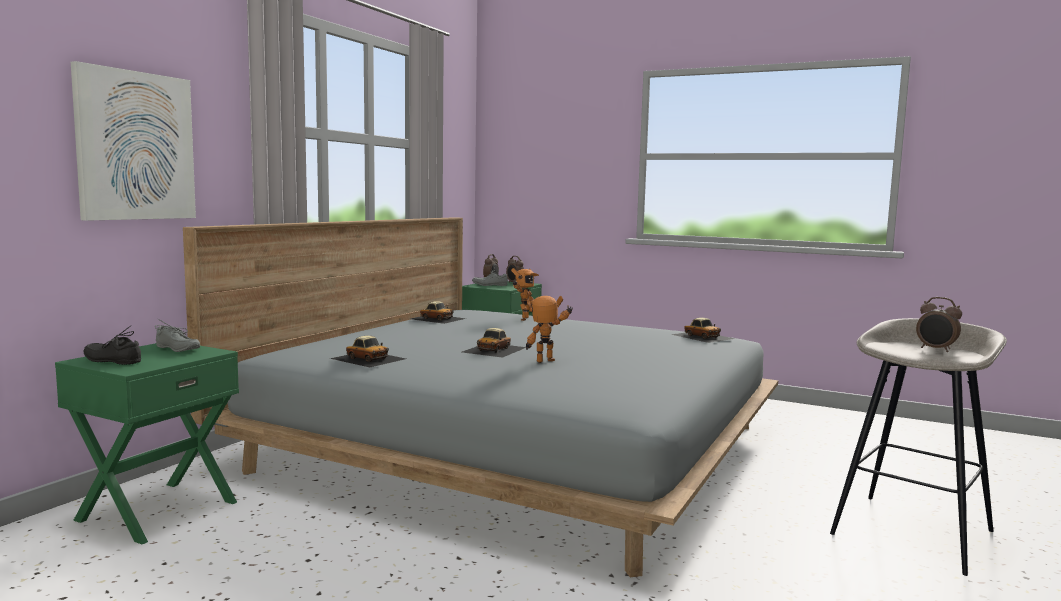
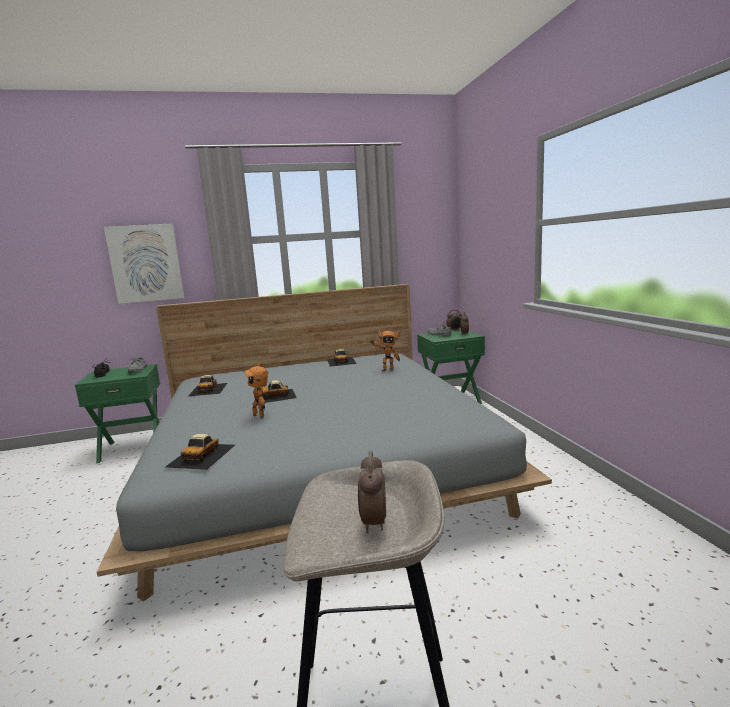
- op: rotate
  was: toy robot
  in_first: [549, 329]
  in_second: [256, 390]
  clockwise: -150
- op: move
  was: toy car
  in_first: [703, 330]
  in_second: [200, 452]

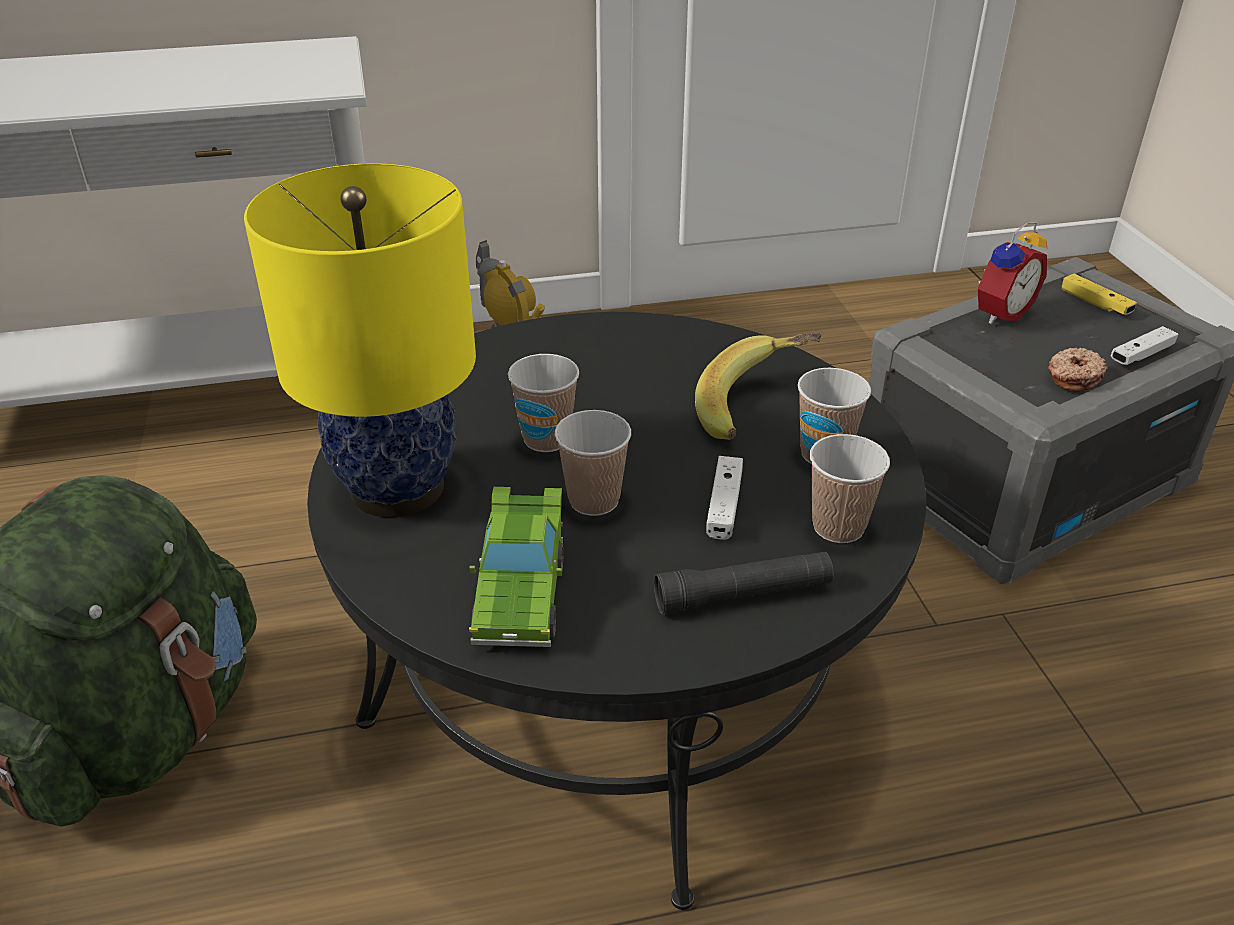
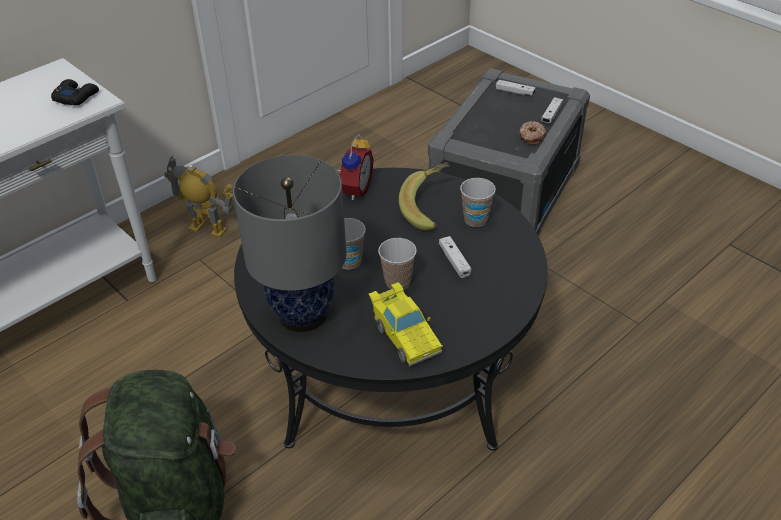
- op: recolor
  was: yellow table lamp
  now: grey table lamp
  in_first: [360, 340]
  in_second: [290, 243]
- op: recolor
  was: green toy car
  now: yellow toy car
  in_first: [516, 567]
  in_second: [406, 324]
- op: delete
  was: black flashlight
  in_first: [743, 583]
- op: delete
  was: cup
  in_first: [850, 488]
- op: move
  was: alarm clock
  in_first: [1012, 273]
  in_second: [355, 167]
- op: recolor
  was: yellow game controller
  now: white game controller
  in_first: [1099, 294]
  in_second: [515, 87]
- op: insert
  now: black game controller
  in_second: [75, 92]

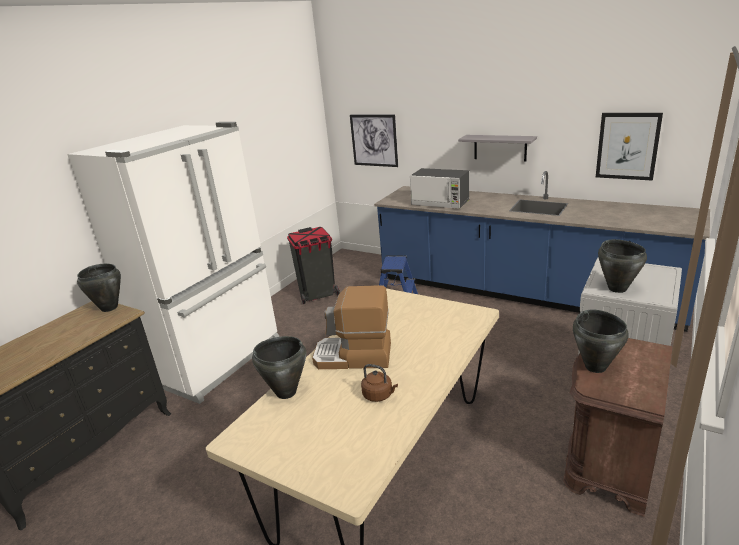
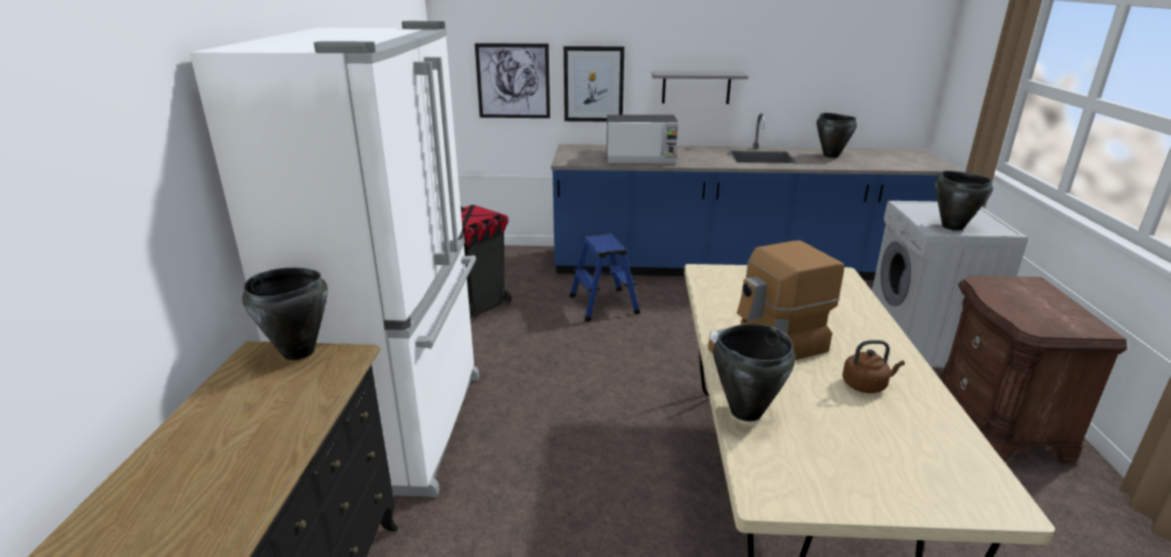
- op: move
  was: black cooking pot
  in_first: [601, 341]
  in_second: [837, 135]
- op: move
  was: picture
  in_first: [629, 147]
  in_second: [594, 84]

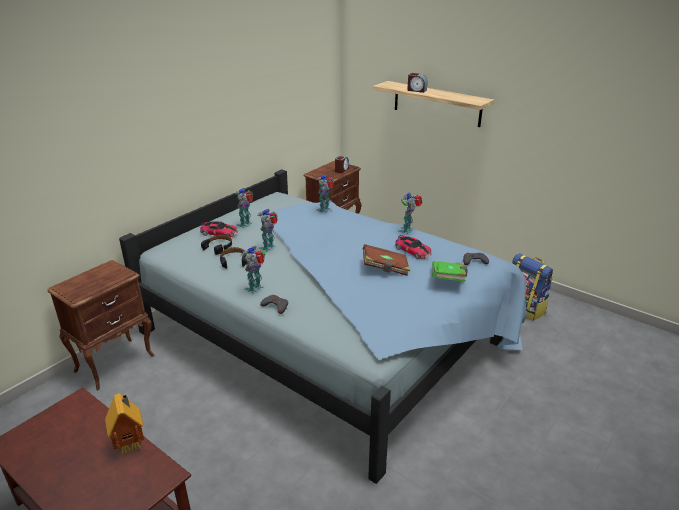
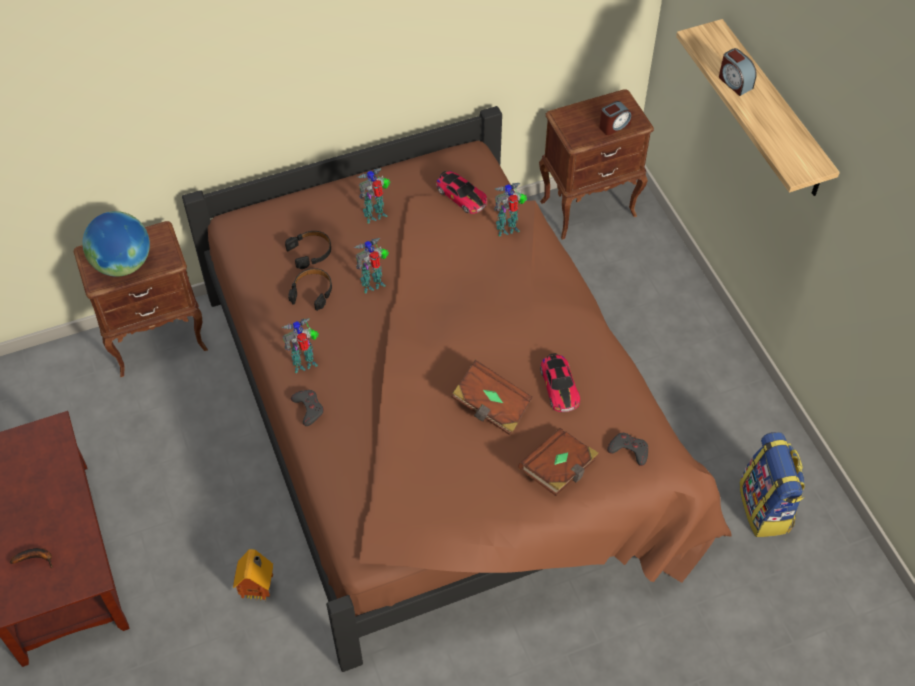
- op: move
  was: toy house
  in_first: [124, 424]
  in_second: [253, 575]
- op: recolor
  was: blue bed
  now: brown bed
  in_first: [323, 326]
  in_second: [457, 389]
- op: move
  was: toy car
  in_first: [218, 229]
  in_second: [461, 192]
- op: delete
  was: toy robot
  in_first: [410, 214]
- op: recolor
  was: green book
  now: brown book
  in_first: [450, 271]
  in_second: [558, 462]
- op: insert
  now: banana
  in_second: [31, 558]
- op: insert
  now: globe
  in_second: [116, 244]

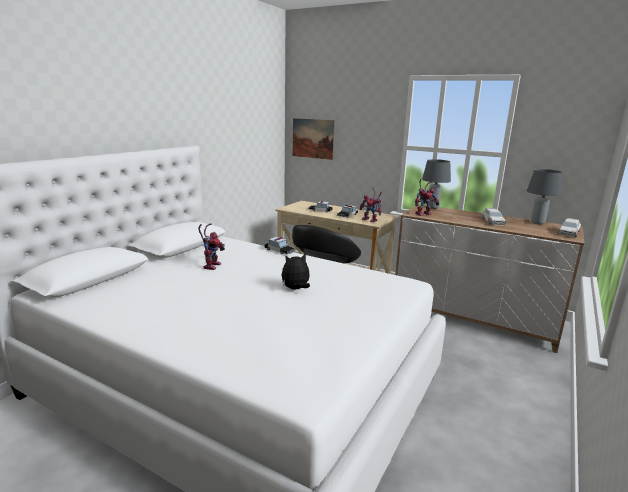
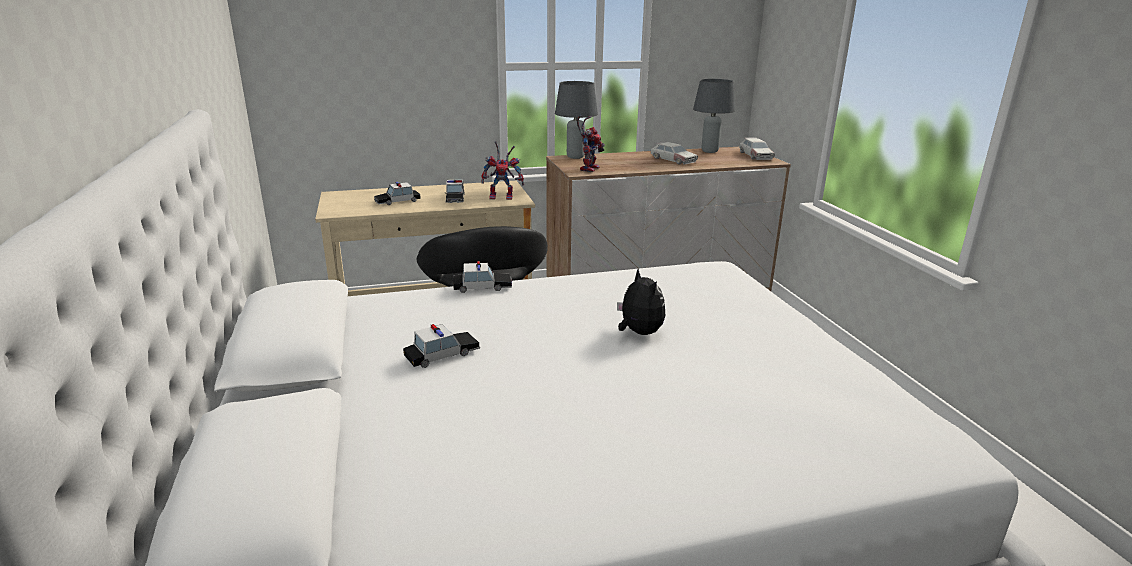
- op: replace
  was: toy robot
  now: toy car
  in_first: [211, 246]
  in_second: [441, 346]
- op: rotate
  was: plush toy
  in_first: [296, 271]
  in_second: [641, 302]
  clockwise: 135
- op: delete
  was: picture
  in_first: [314, 139]

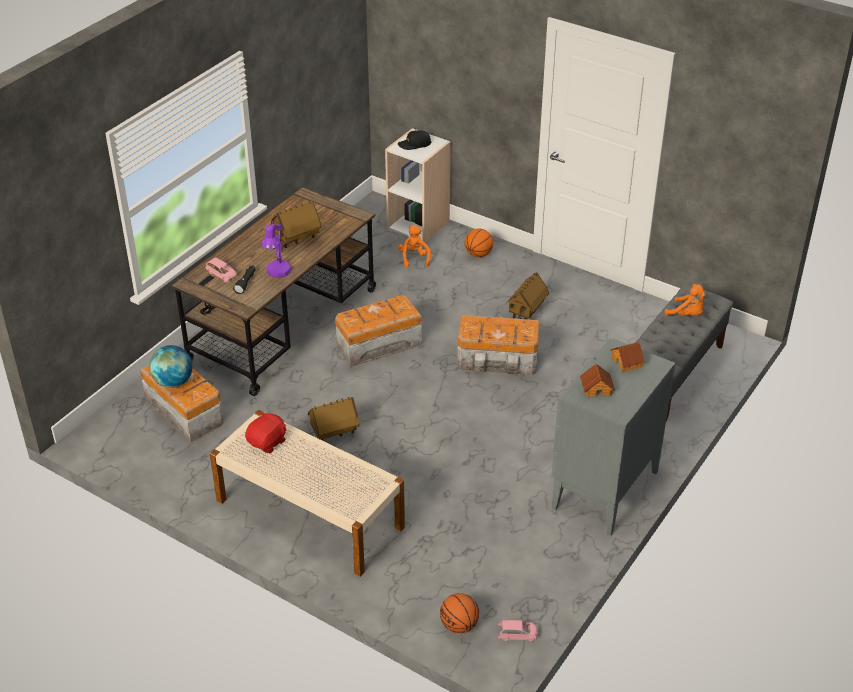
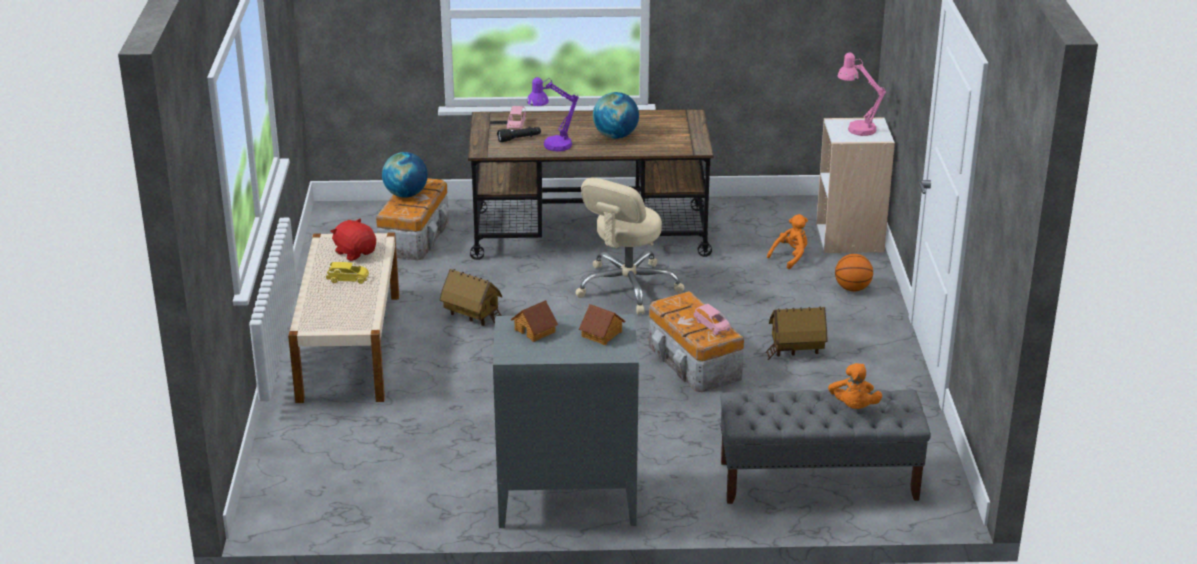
- op: rotate
  was: red plush toy
  in_first: [265, 432]
  in_second: [353, 240]
  clockwise: -135
- op: replace
  was: toy house
  now: globe
  in_first: [296, 226]
  in_second: [616, 115]
- op: replace
  was: storage box
  now: beige office chair
  in_first: [378, 331]
  in_second: [630, 245]
- op: replace
  was: black cap
  now: pink table lamp
  in_first: [414, 140]
  in_second: [861, 94]
- op: delete
  was: basketball
  in_first: [459, 613]
- op: move
  was: pink toy car
  in_first: [518, 630]
  in_second: [712, 319]
- op: insert
  now: yellow toy car
  in_second: [347, 273]

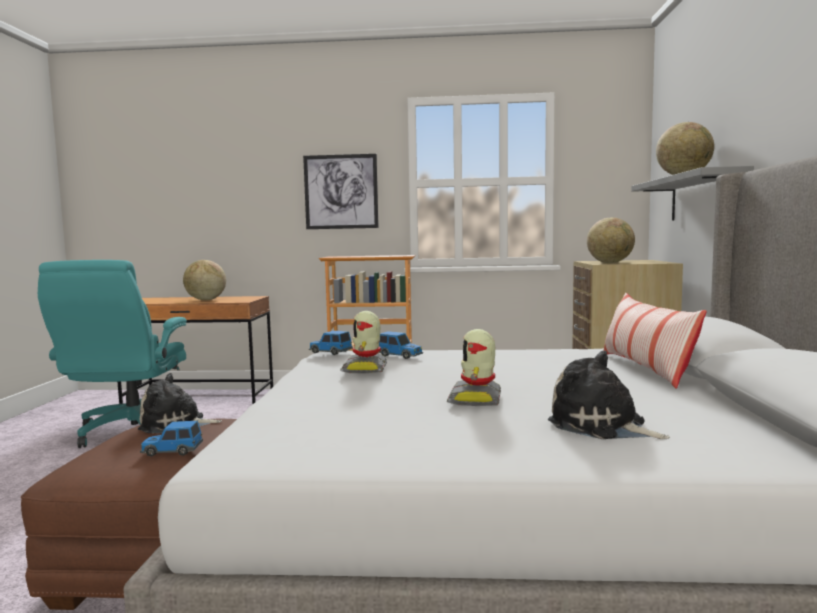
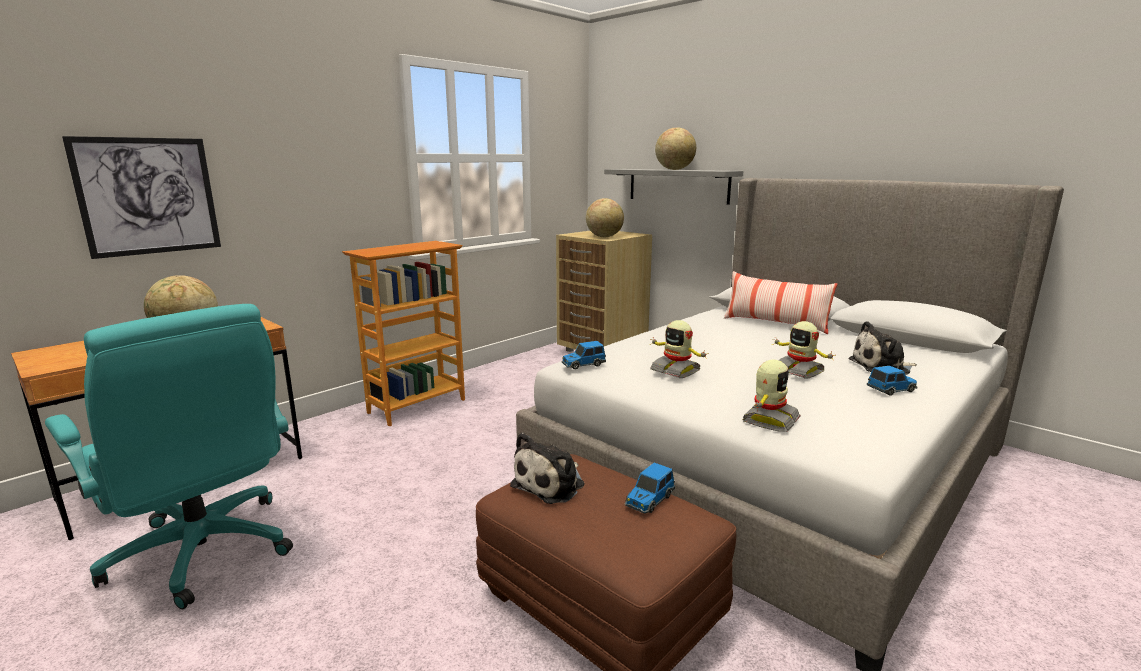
- op: move
  was: picture
  in_first: [340, 191]
  in_second: [141, 197]
- op: move
  was: toy car
  in_first: [401, 345]
  in_second: [892, 381]
- op: insert
  now: toy robot
  in_second: [772, 395]

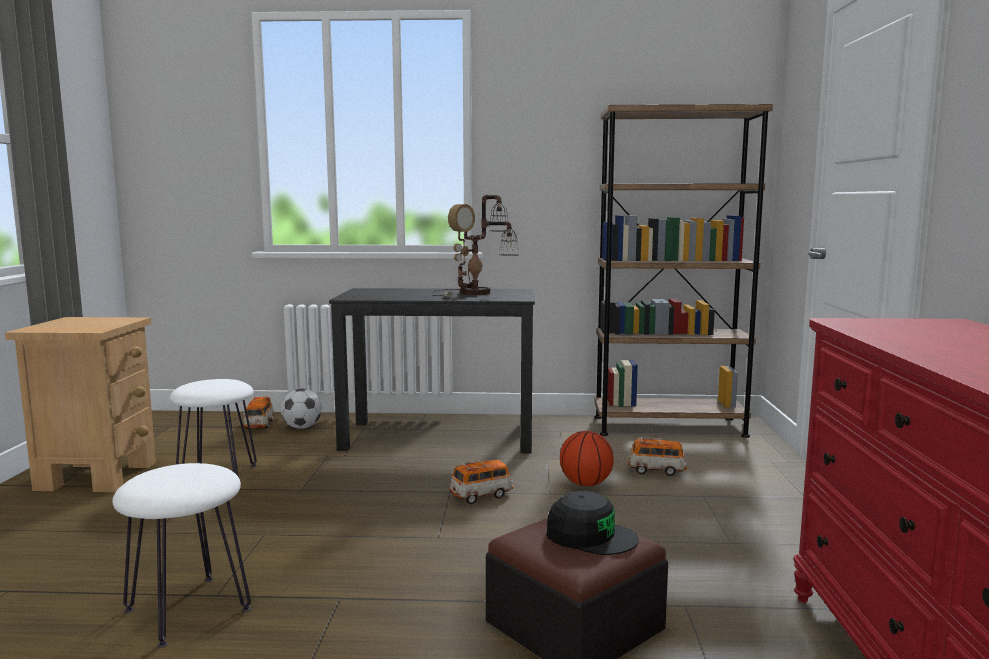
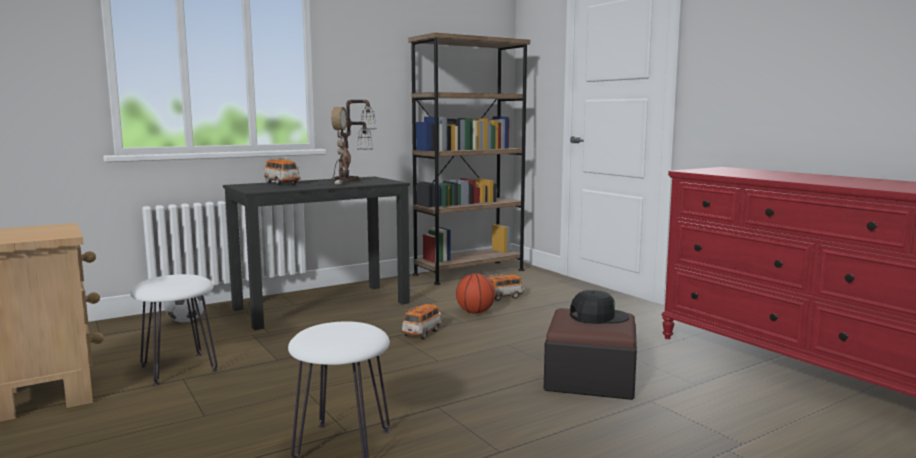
- op: move
  was: toy car
  in_first: [258, 412]
  in_second: [282, 171]

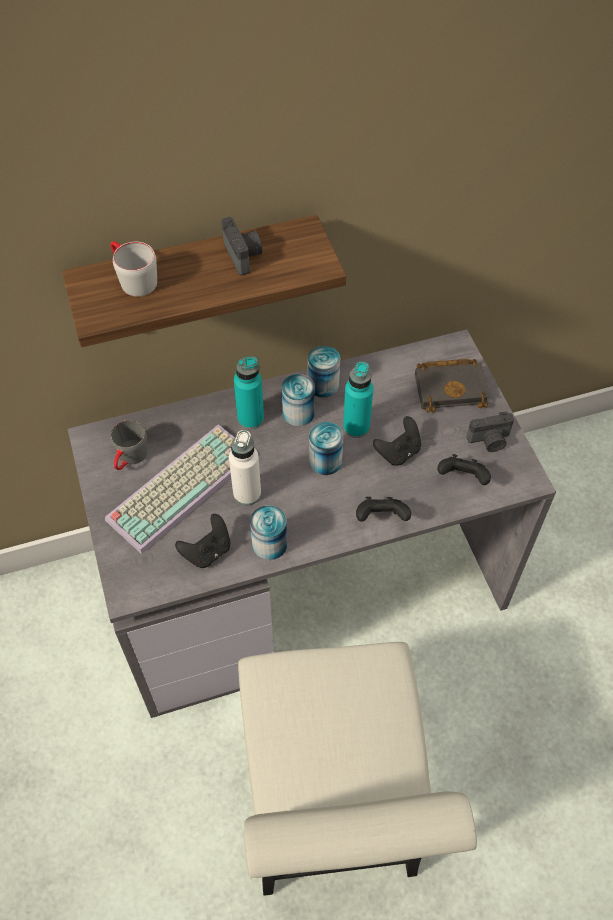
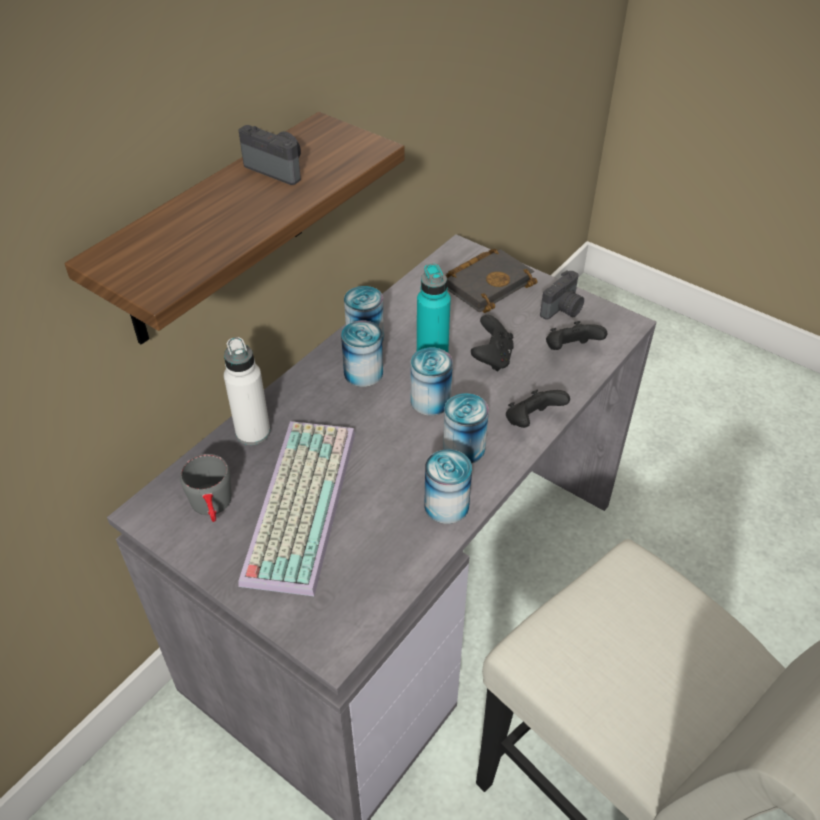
- op: delete
  was: grey mug
  in_first: [134, 269]
- op: delete
  was: black game controller
  in_first: [202, 541]
- op: move
  was: white bottle
  in_first: [245, 468]
  in_second: [247, 391]
- op: delete
  was: turquoise bottle
  in_first: [249, 393]
- op: insert
  now: can
  in_second: [466, 428]

